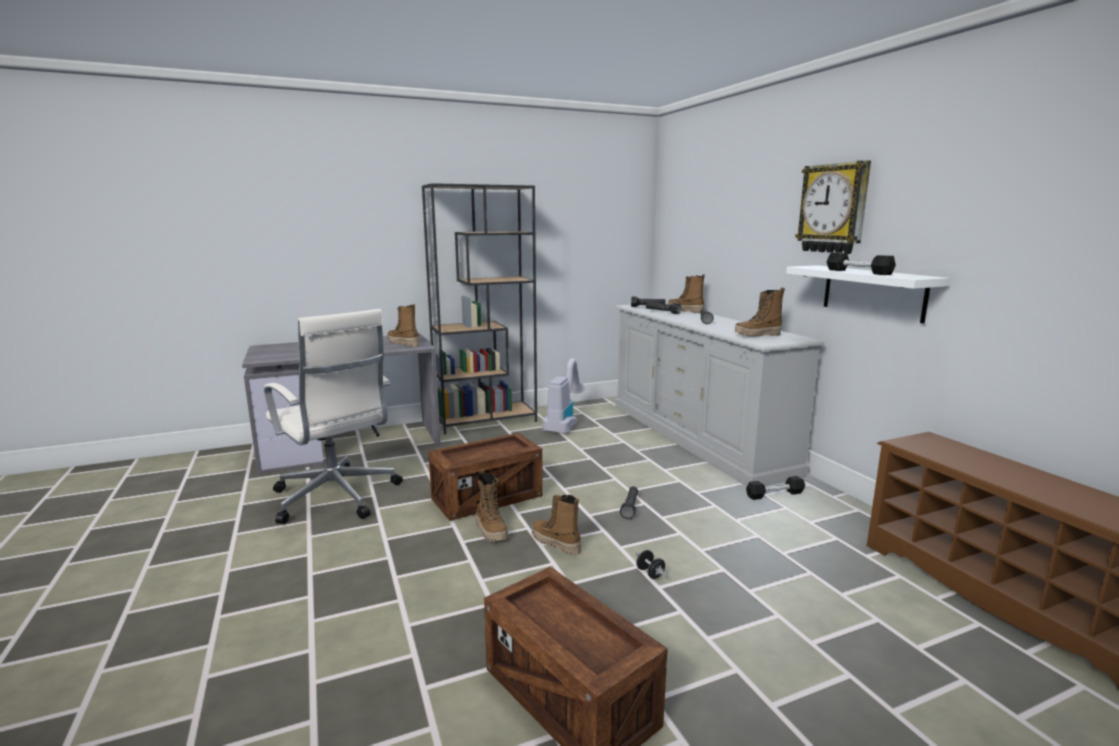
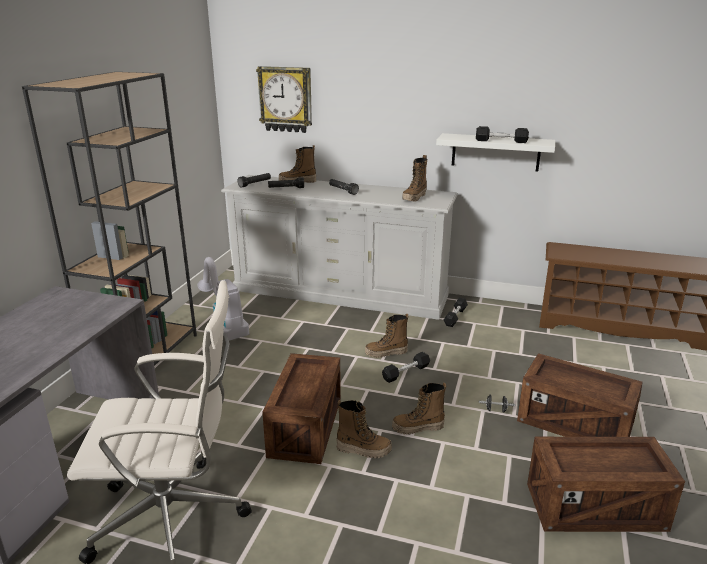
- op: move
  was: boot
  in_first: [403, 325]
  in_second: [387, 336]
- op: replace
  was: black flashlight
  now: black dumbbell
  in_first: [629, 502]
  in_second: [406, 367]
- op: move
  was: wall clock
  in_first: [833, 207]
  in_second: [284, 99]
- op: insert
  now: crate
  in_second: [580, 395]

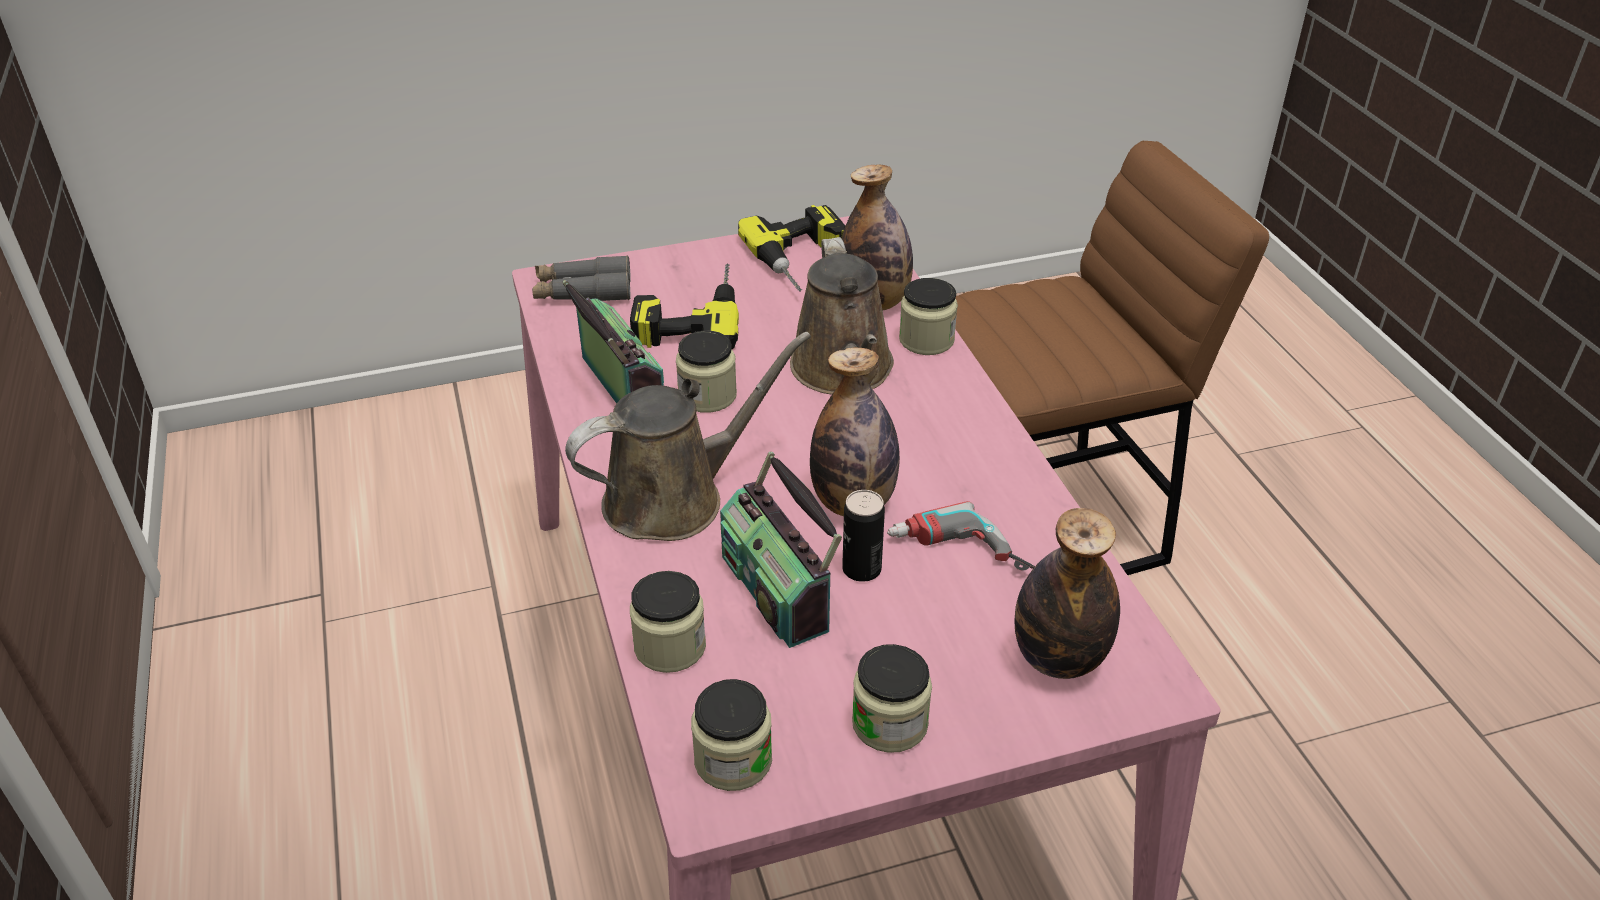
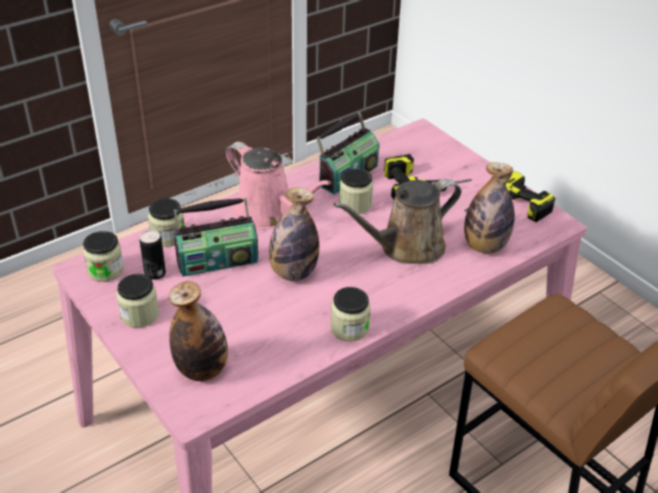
- op: delete
  was: grey binoculars
  in_first: [581, 278]
- op: recolor
  was: brown watering can
  now: pink watering can
  in_first: [688, 436]
  in_second: [278, 185]
- op: rotate
  was: radio
  in_first: [781, 550]
  in_second: [216, 237]
  clockwise: -150
- op: move
  was: can
  in_first: [863, 536]
  in_second: [153, 255]
- op: delete
  was: power drill
  in_first: [961, 536]
- op: move
  was: jar
  in_first: [928, 316]
  in_second: [351, 314]

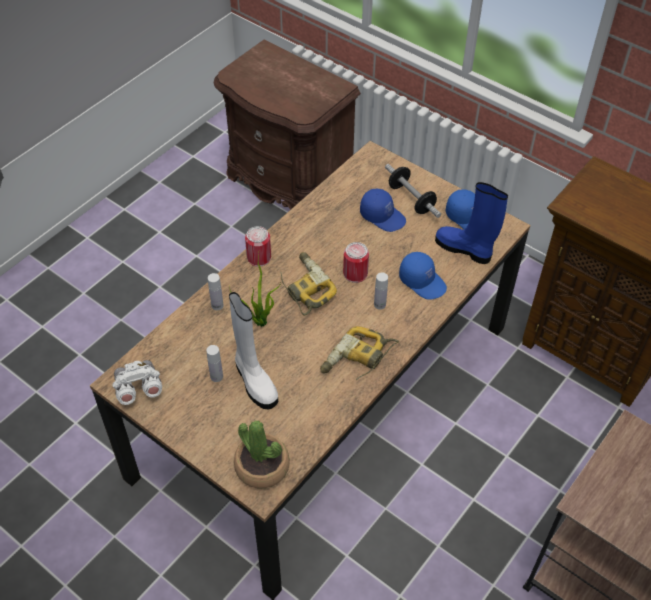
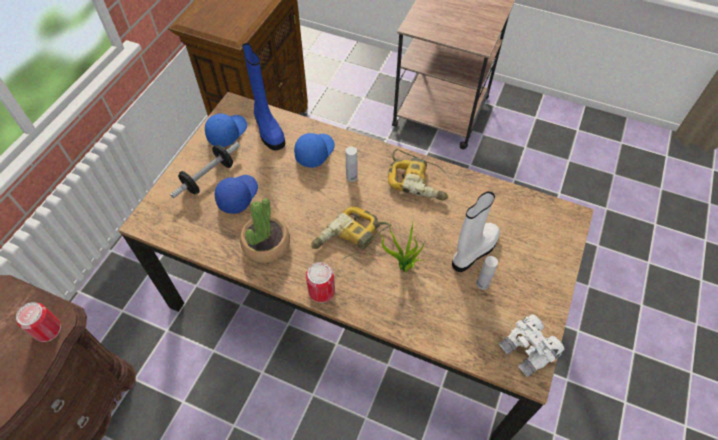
- op: delete
  was: white bottle
  in_first: [216, 291]
- op: move
  was: potted plant
  in_first: [262, 454]
  in_second: [265, 230]
- op: move
  was: can
  in_first: [356, 262]
  in_second: [38, 322]
- op: rotate
  was: blue boot
  in_first: [471, 223]
  in_second: [263, 97]
  clockwise: -45

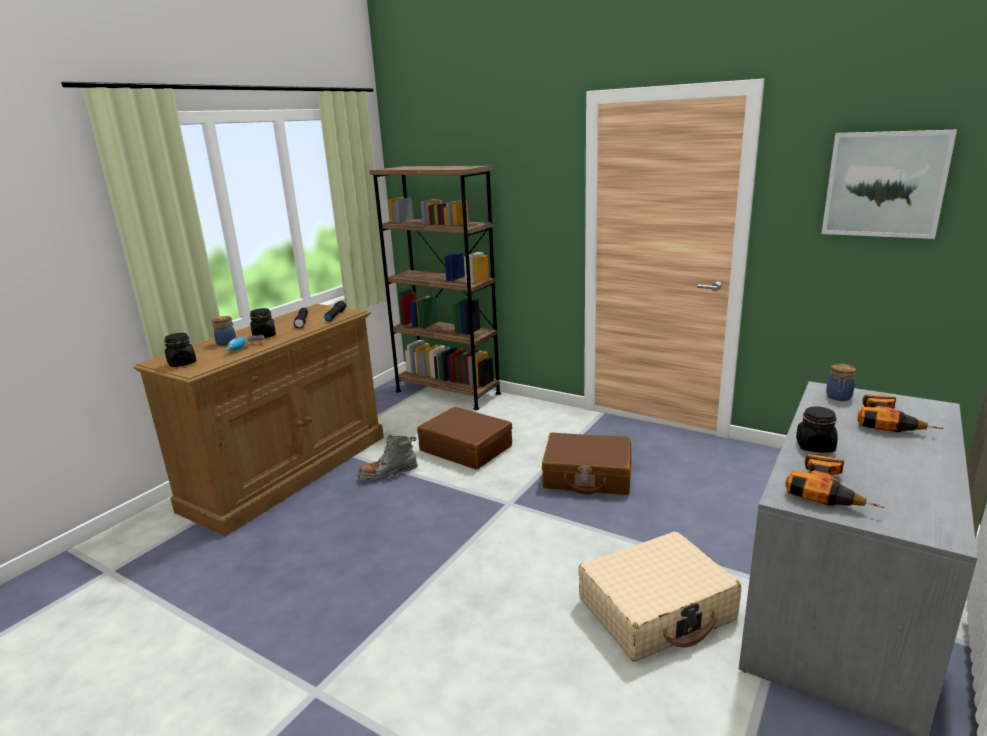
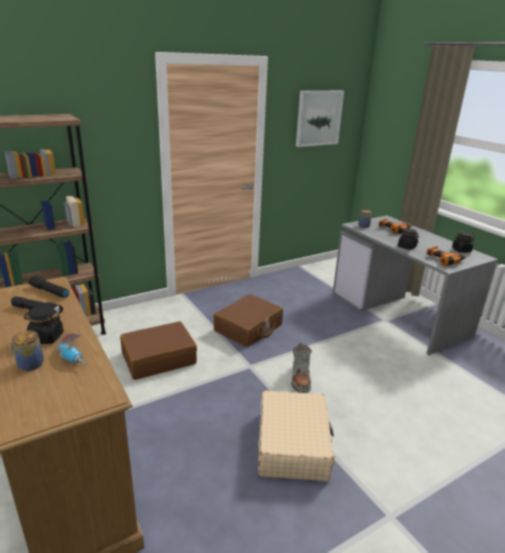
- op: move
  was: black jar
  in_first: [180, 350]
  in_second: [463, 242]
- op: move
  was: grey boot
  in_first: [387, 457]
  in_second: [301, 367]
- op: move
  was: beige suitcase
  in_first: [659, 596]
  in_second: [296, 435]

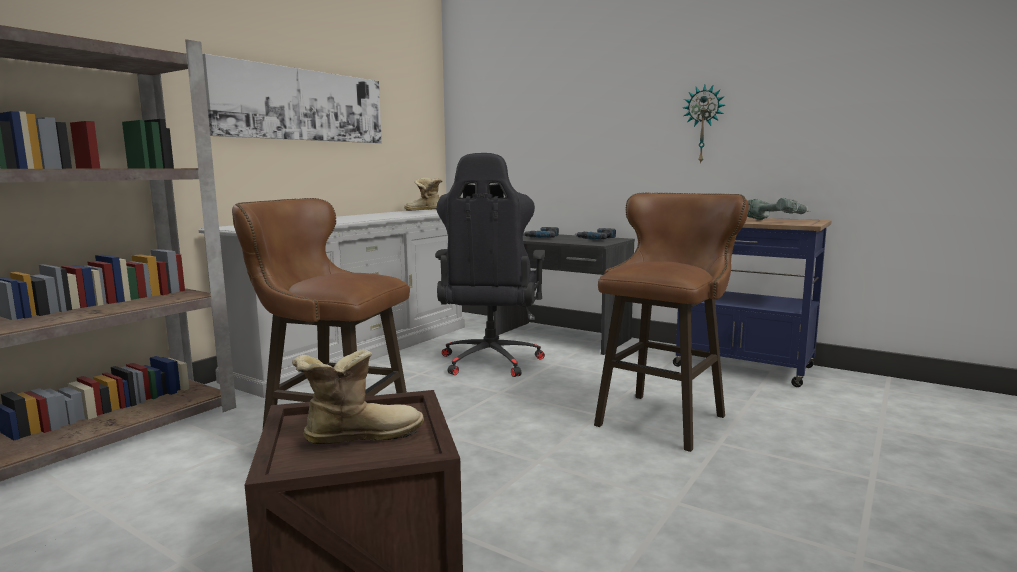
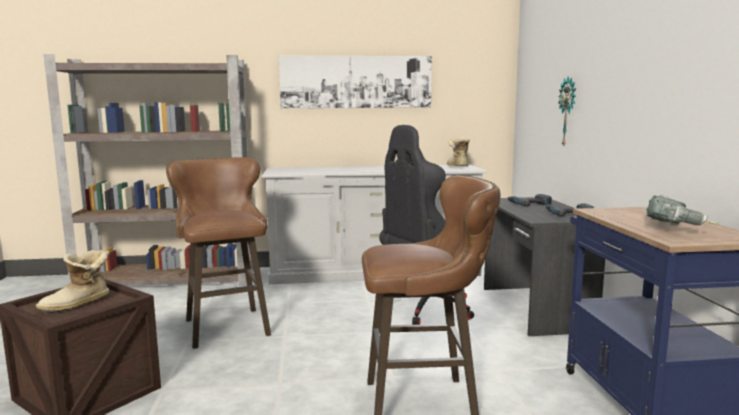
- op: rotate
  was: boot
  in_first: [358, 397]
  in_second: [72, 282]
  clockwise: 105
- op: move
  was: wall clock
  in_first: [704, 124]
  in_second: [567, 112]

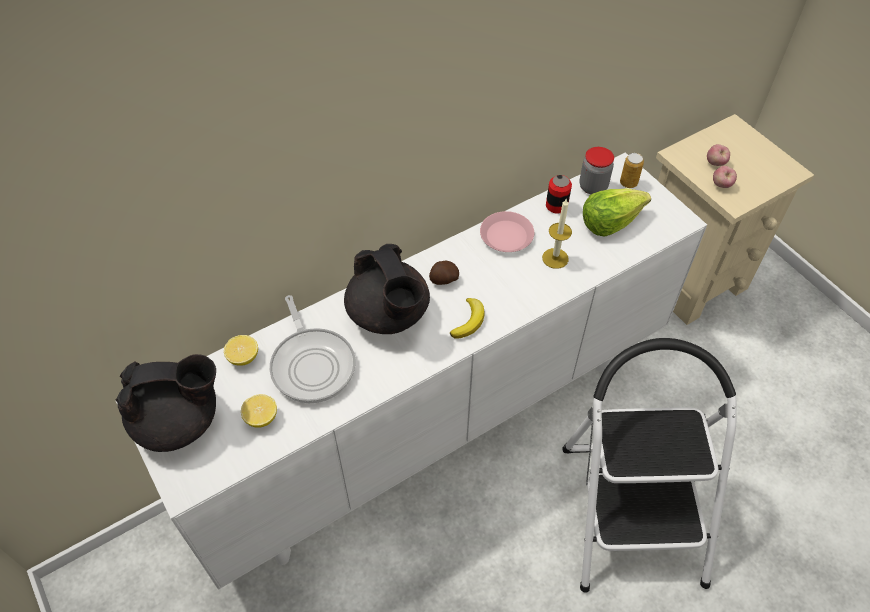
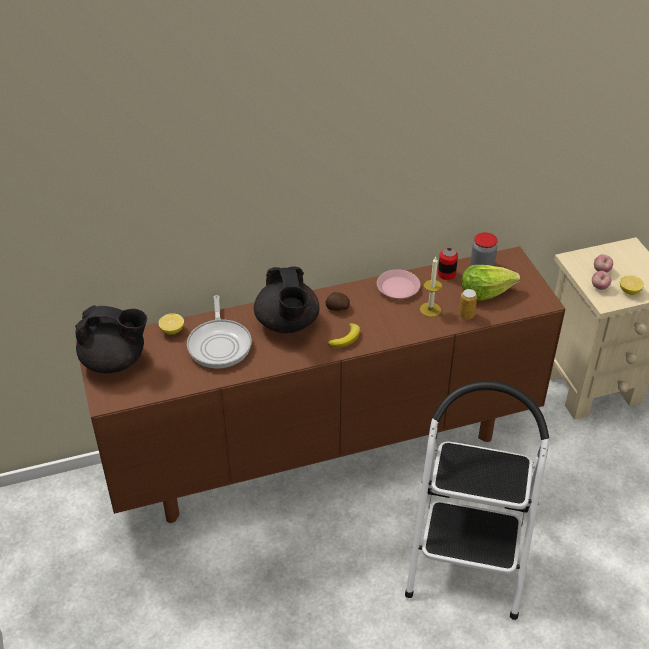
- op: recolor
  was: white cabinet
  now: brown cabinet
  in_first: [411, 371]
  in_second: [320, 384]
- op: move
  was: lemon
  in_first: [259, 411]
  in_second: [632, 285]
- op: move
  was: can
  in_first: [632, 170]
  in_second: [468, 304]

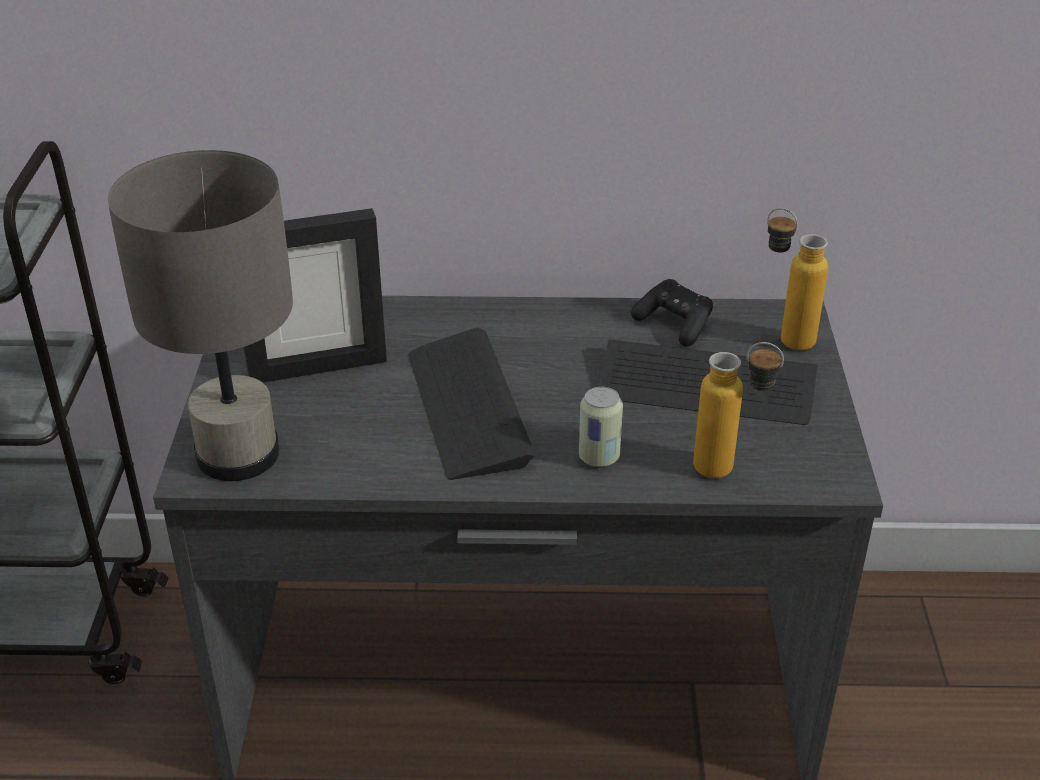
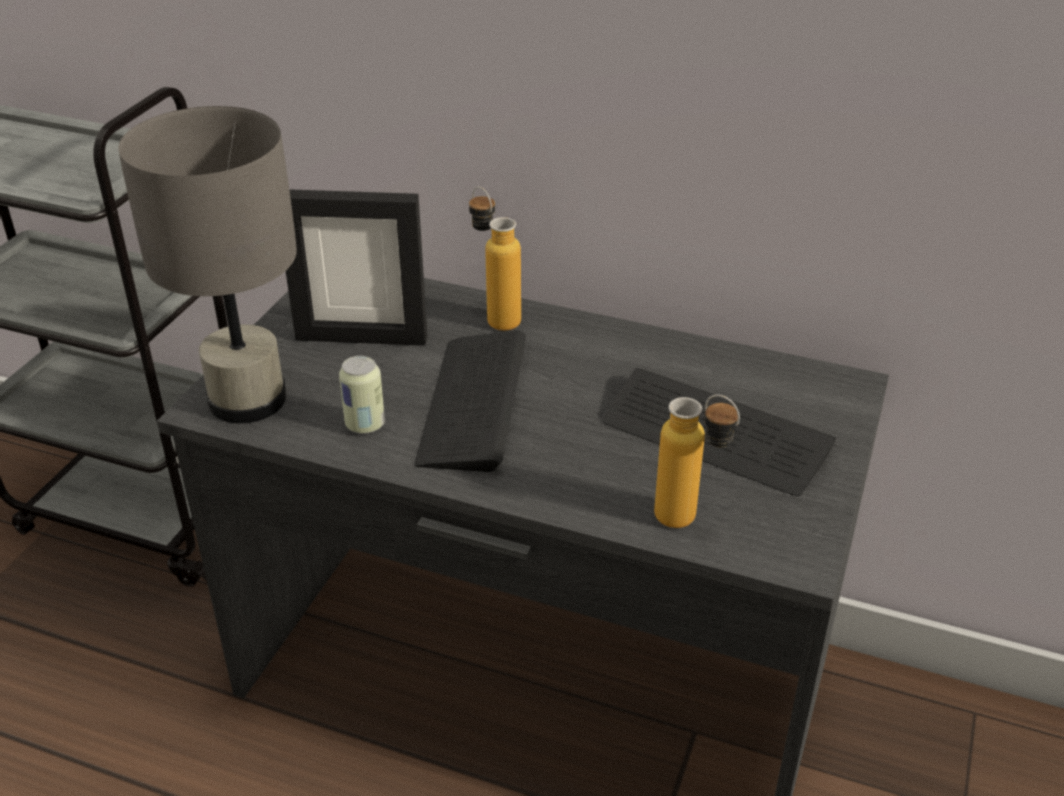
- op: move
  was: can
  in_first: [601, 427]
  in_second: [362, 395]
- op: delete
  was: black game controller
  in_first: [672, 313]
- op: move
  was: bottle
  in_first: [797, 279]
  in_second: [495, 259]

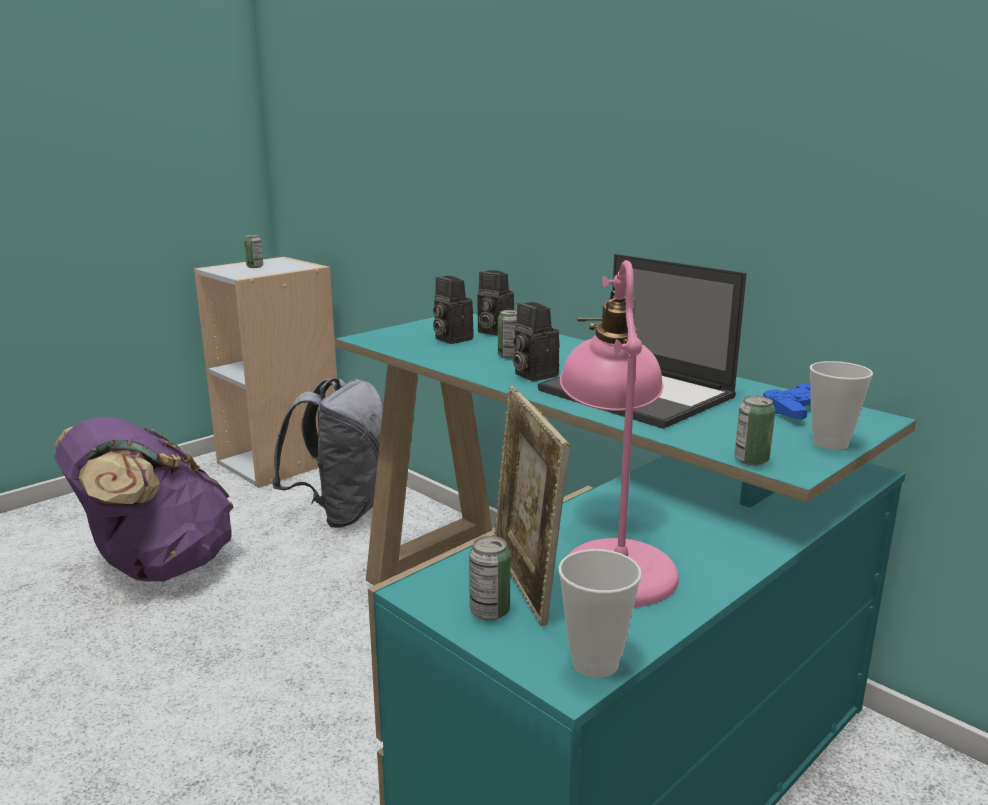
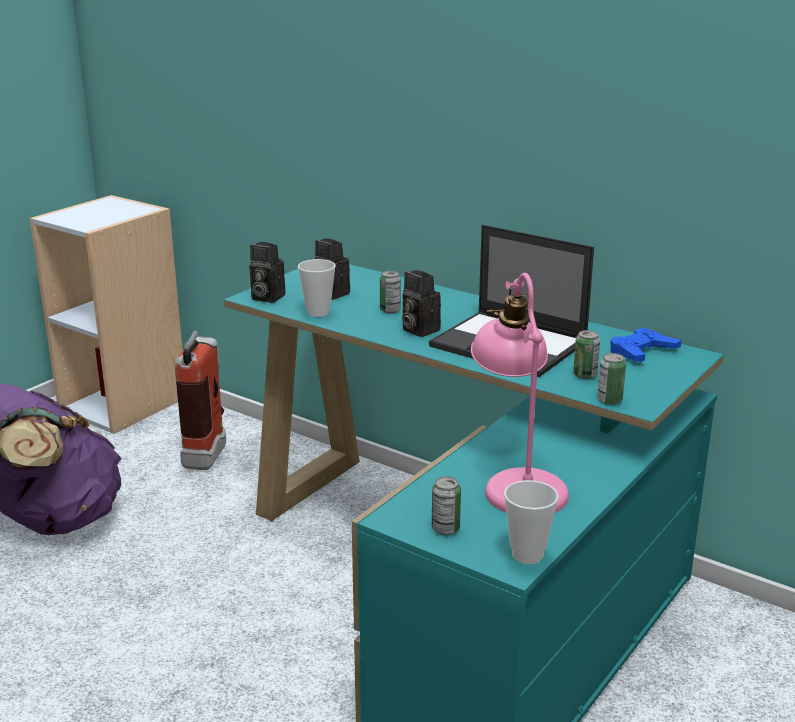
- op: move
  was: can
  in_first: [253, 251]
  in_second: [586, 354]
- op: replace
  was: grey backpack
  now: fire extinguisher
  in_first: [328, 453]
  in_second: [200, 400]
- op: move
  was: photo camera
  in_first: [495, 302]
  in_second: [267, 272]
- op: delete
  was: picture frame
  in_first: [532, 506]
- op: move
  was: cup
  in_first: [841, 405]
  in_second: [317, 288]

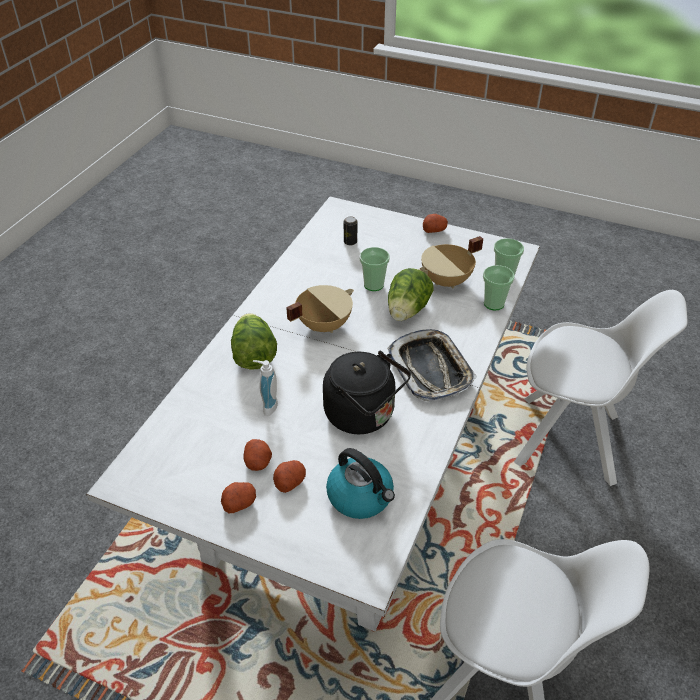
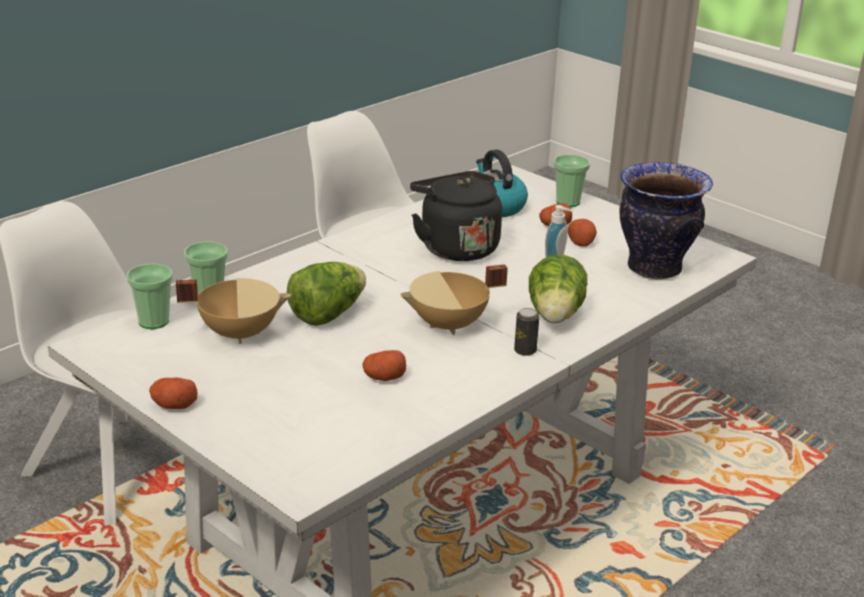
- op: move
  was: potato
  in_first: [238, 497]
  in_second: [384, 365]
- op: move
  was: can
  in_first: [350, 230]
  in_second: [526, 332]
- op: move
  was: cup
  in_first: [374, 269]
  in_second: [572, 181]
- op: delete
  was: tray
  in_first: [432, 365]
- op: insert
  now: vase
  in_second: [666, 220]

